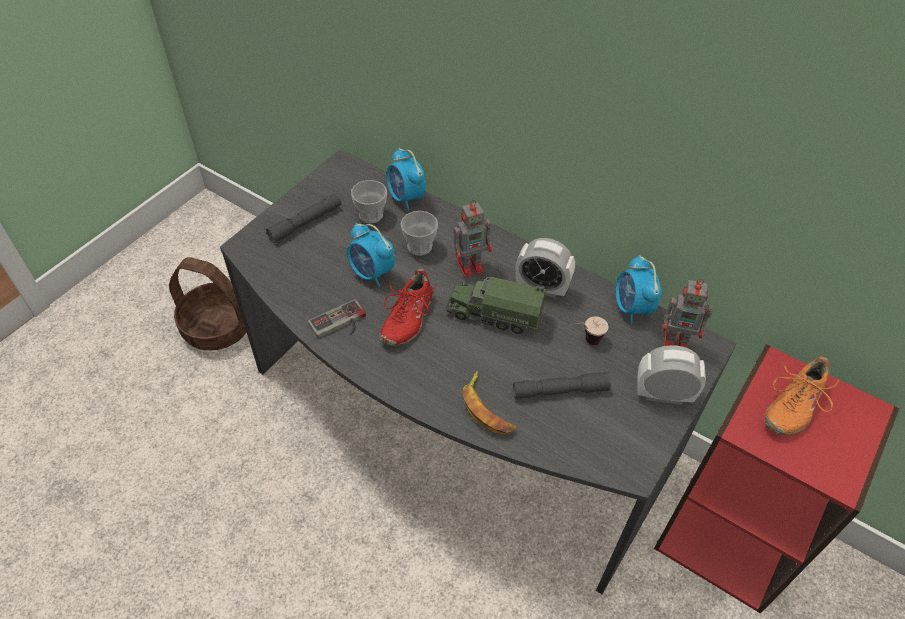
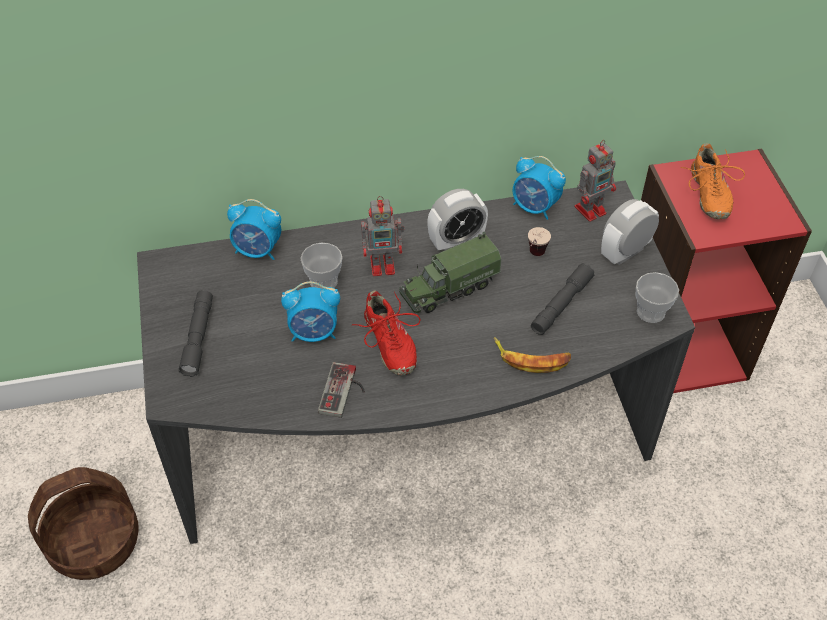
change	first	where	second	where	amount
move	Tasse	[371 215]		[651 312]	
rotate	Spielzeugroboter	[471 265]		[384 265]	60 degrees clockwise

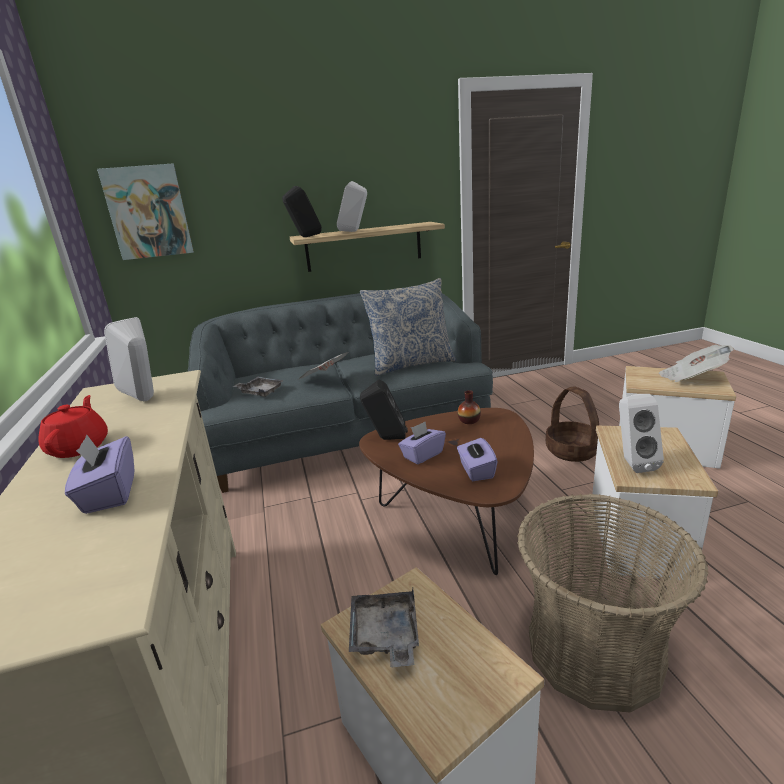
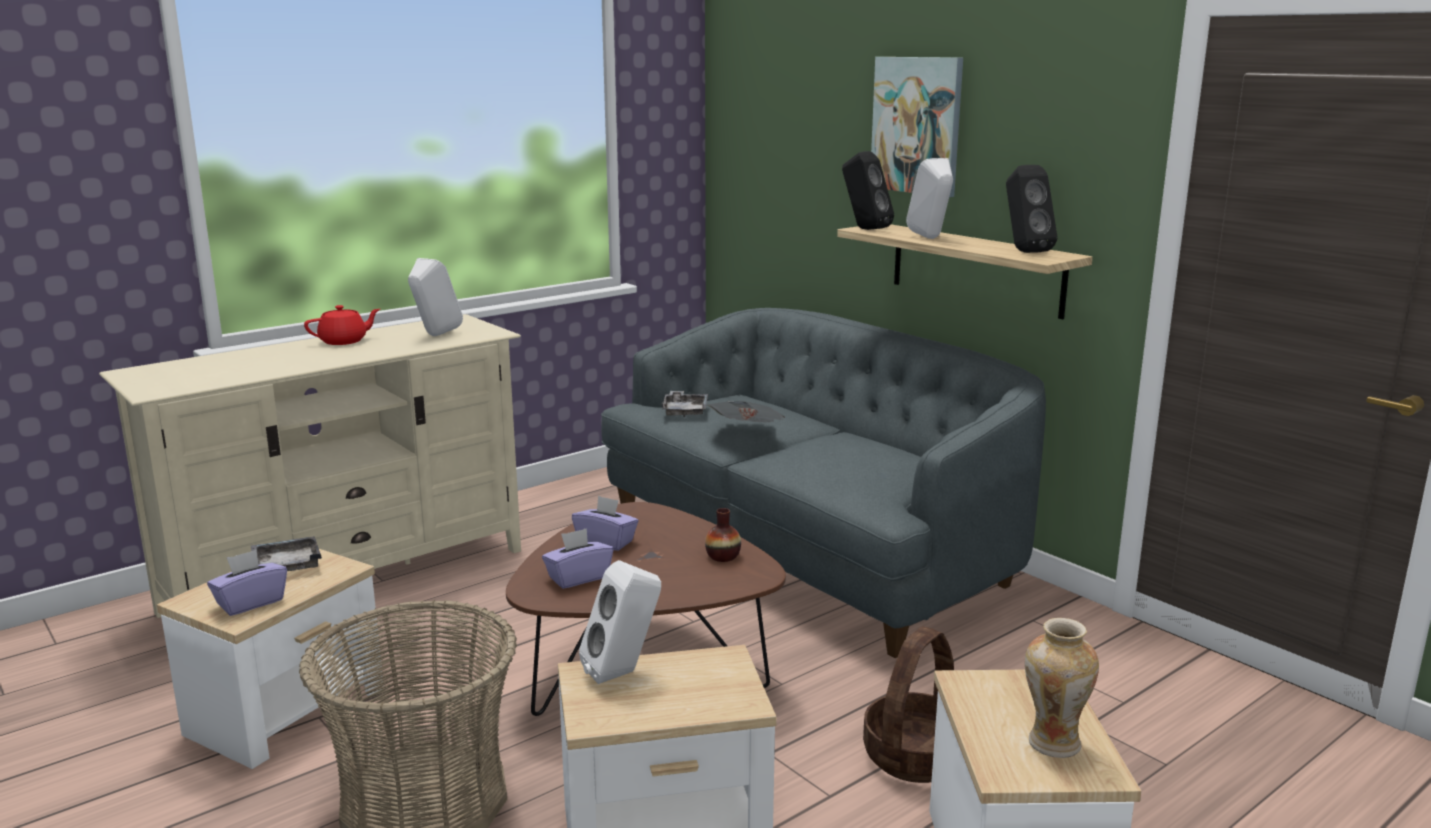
change	first	where	second	where	amount
move	Bild	[148 212]		[917 125]	
delete	Kissen	[411 364]			
replace	Zeitung	[691 378]	Vase	[1052 743]	
move	Lautsprecher/schwarz	[386 439]		[1023 251]	
move	Taschentuchbox/lila	[109 493]		[250 603]	

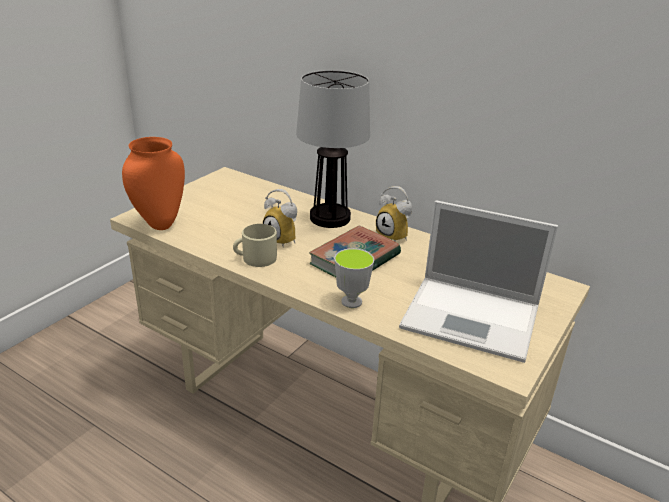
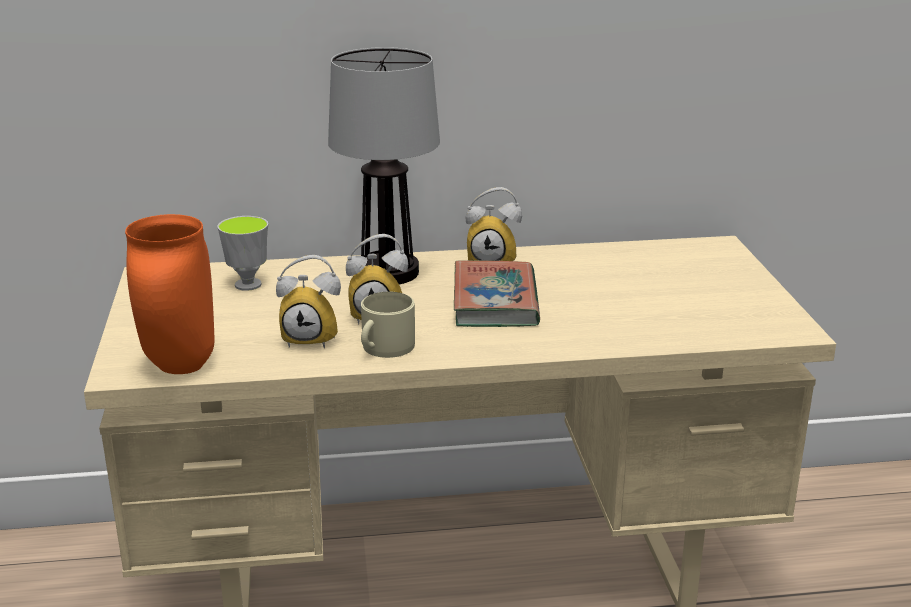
change	first	where	second	where	amount
delete	Laptop	[473 318]			
move	Tasse	[351 302]		[248 285]	
insert			Wecker	[313 338]	

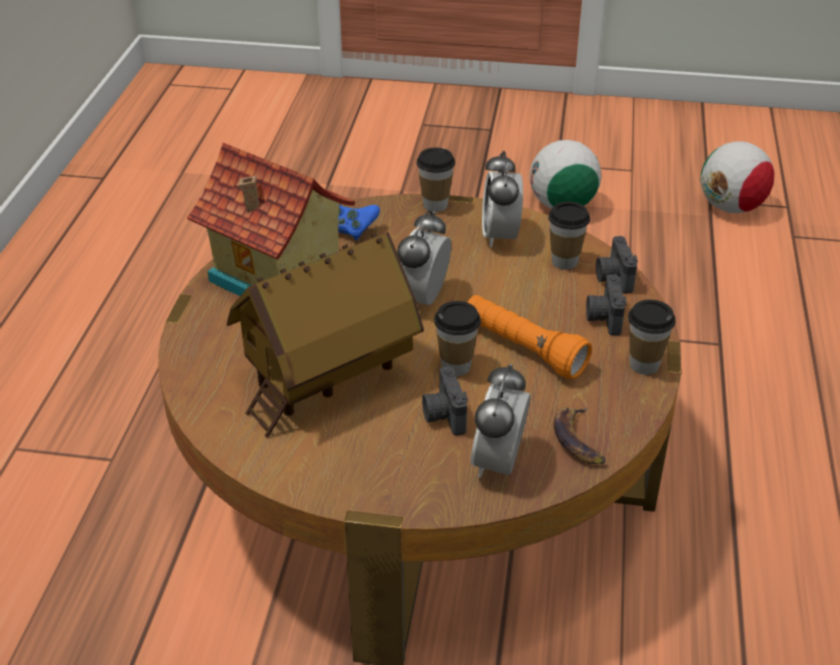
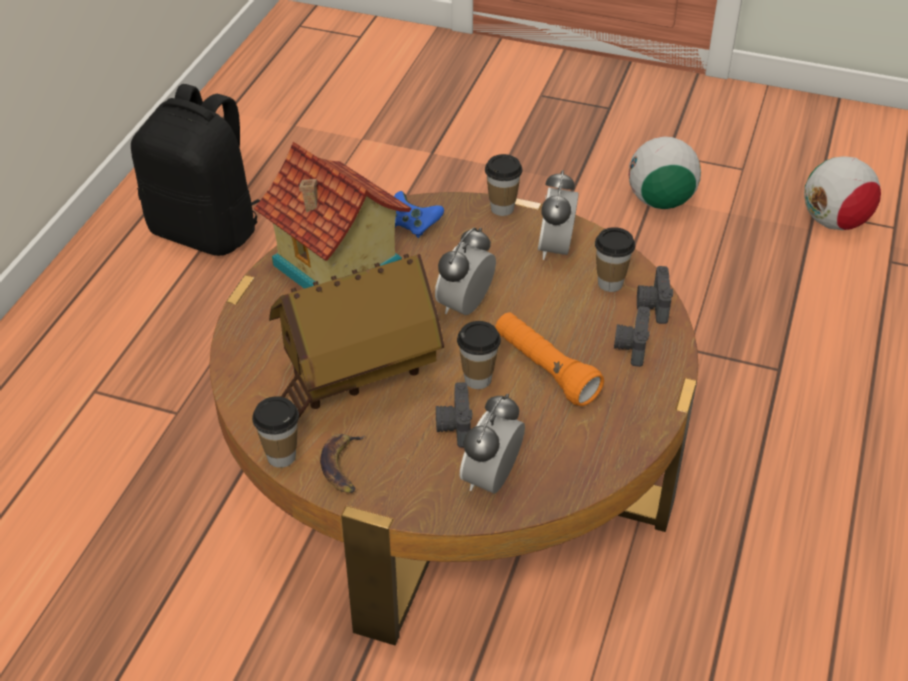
change	first	where	second	where	amount
move	Tasse	[644 365]		[281 456]	
move	Banane	[578 440]		[343 466]	
insert			Rucksack/schwarz	[207 230]	

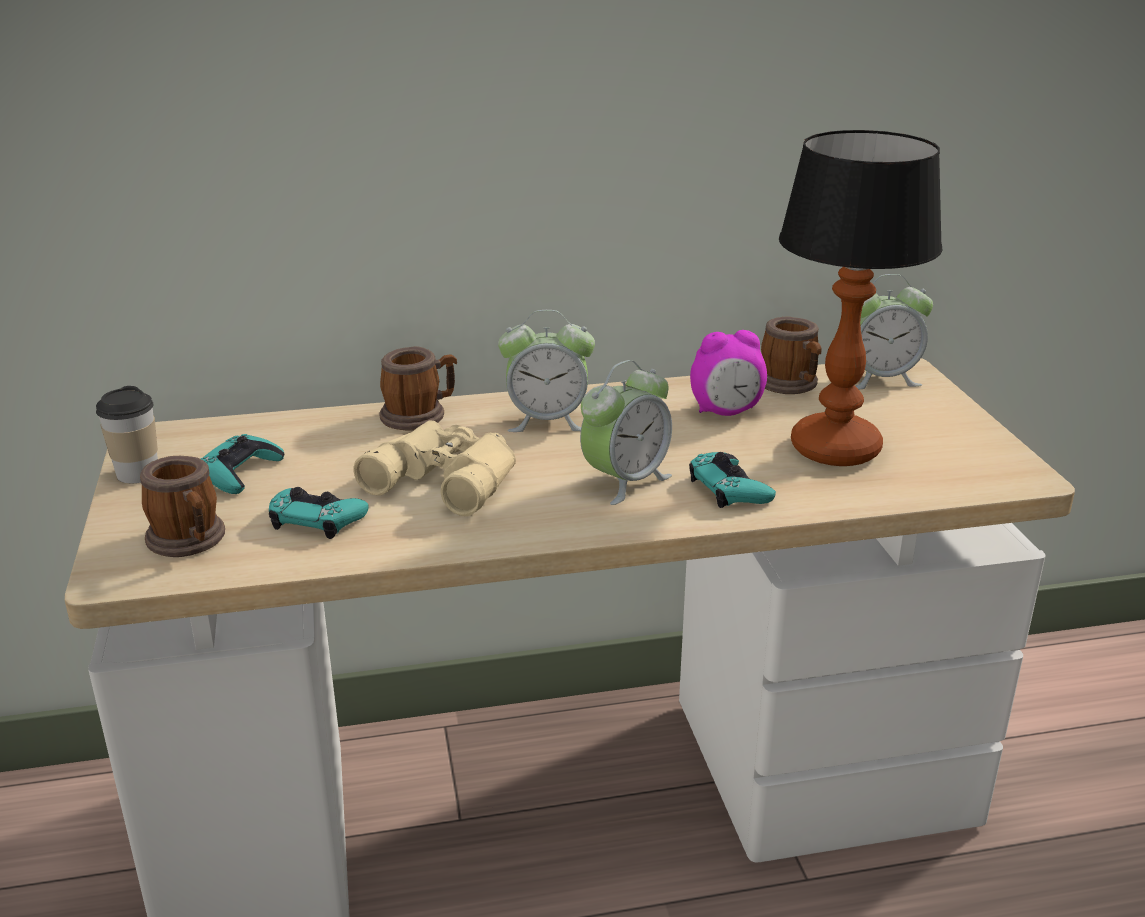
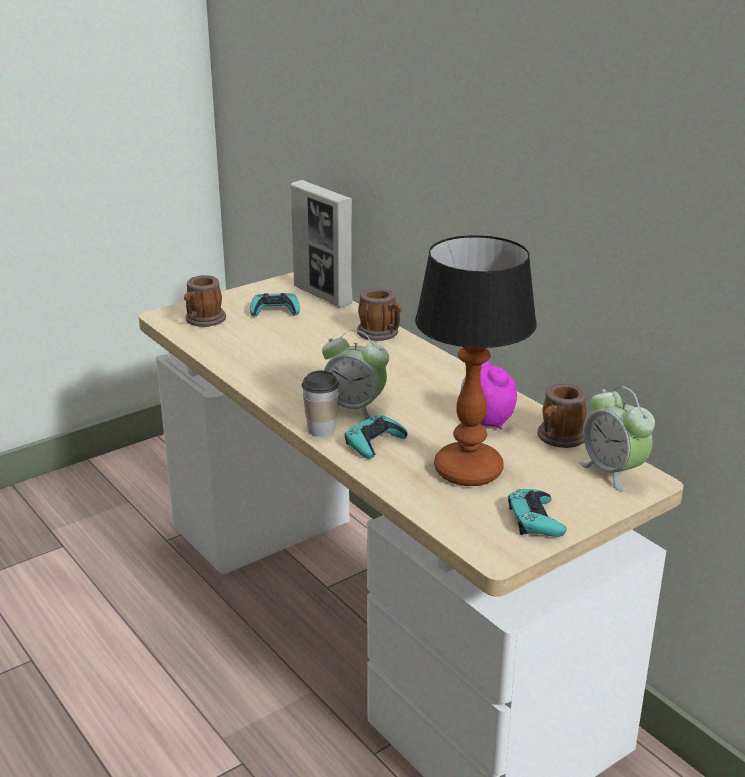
change	first	where	second	where	amount
delete	Wecker	[547 421]			
move	Tasse	[137 473]		[321 429]	
delete	Fernglas/beige	[448 477]			
move	Gamepad/türkis	[316 519]		[535 520]	
insert			Bilderrahmen	[322 295]	

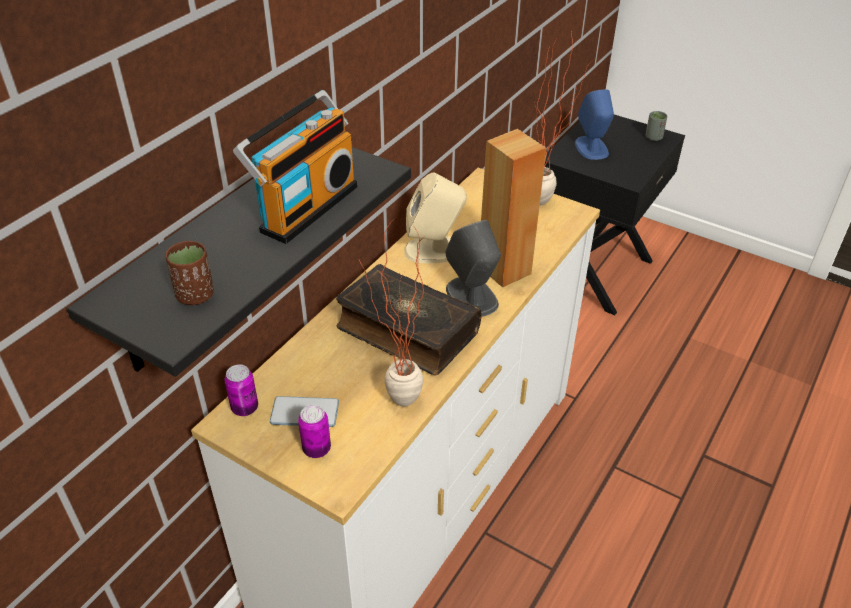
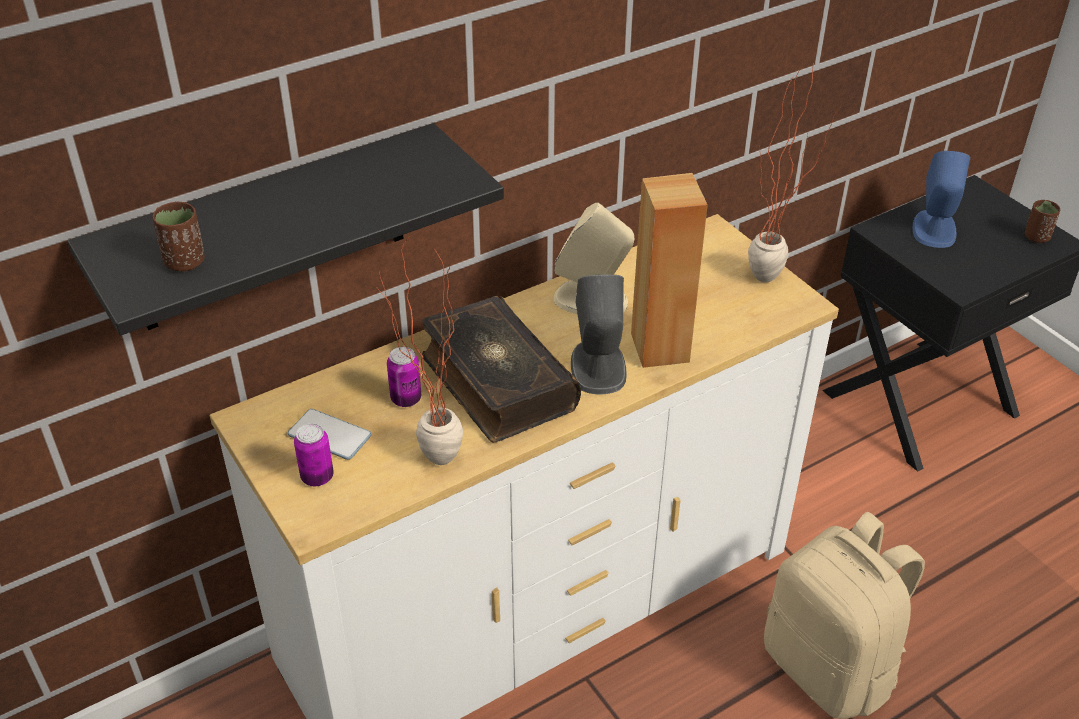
change	first	where	second	where	amount
delete	Radio	[305 207]			
recolor	Tasse/grau	[653 137]	Tasse/braun	[1036 237]	
move	Dose	[245 408]		[406 399]	
insert			Rucksack/beige	[830 668]	

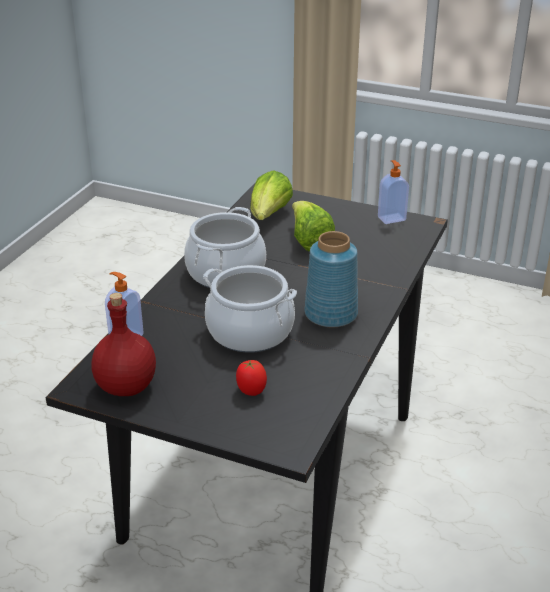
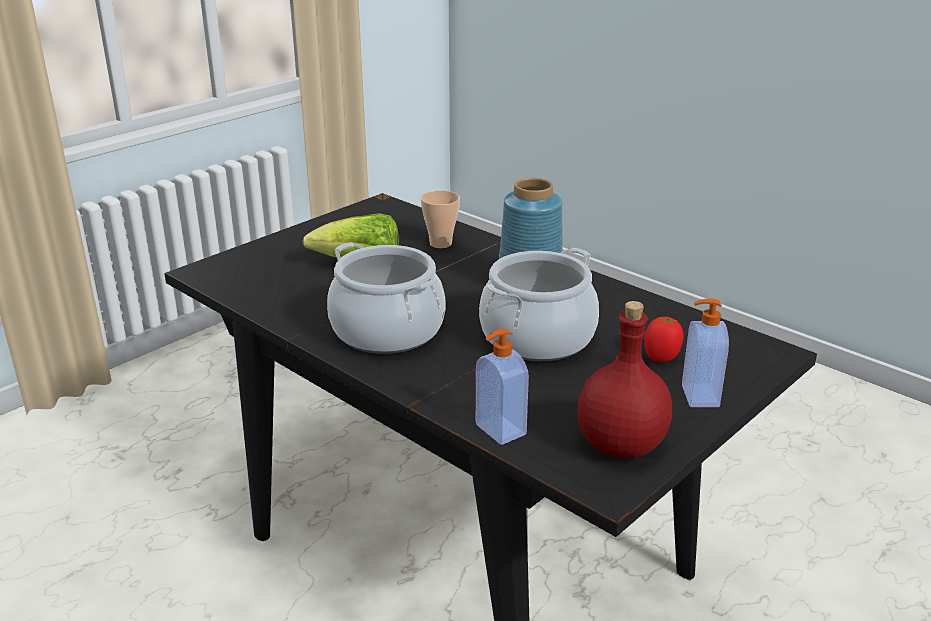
change	first	where	second	where	amount
move	Seifenspender	[391 218]		[698 396]	
delete	Salatkopf	[269 216]			
insert			Tasse	[440 243]	

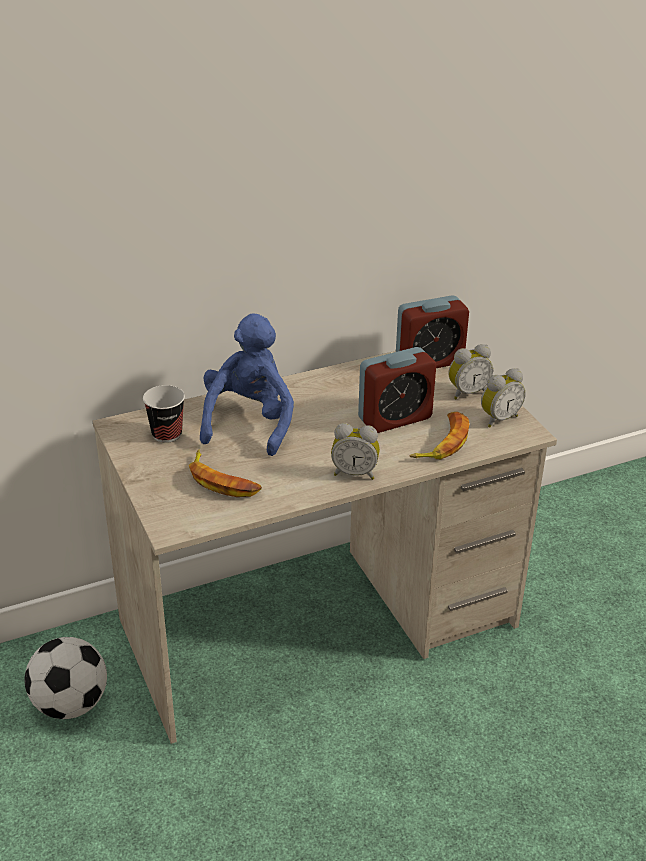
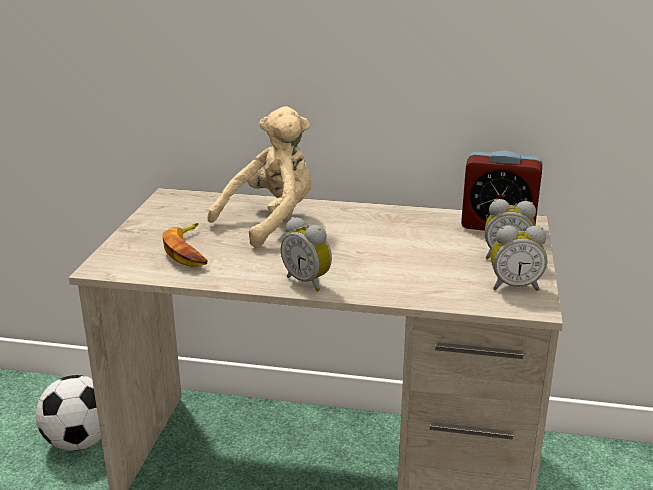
change	first	where	second	where	amount
recolor	Plüschtier/blau	[249 422]	Plüschtier/beige	[271 221]	
delete	Wecker	[395 418]			
delete	Tasse	[167 434]			
delete	Banane	[442 442]			

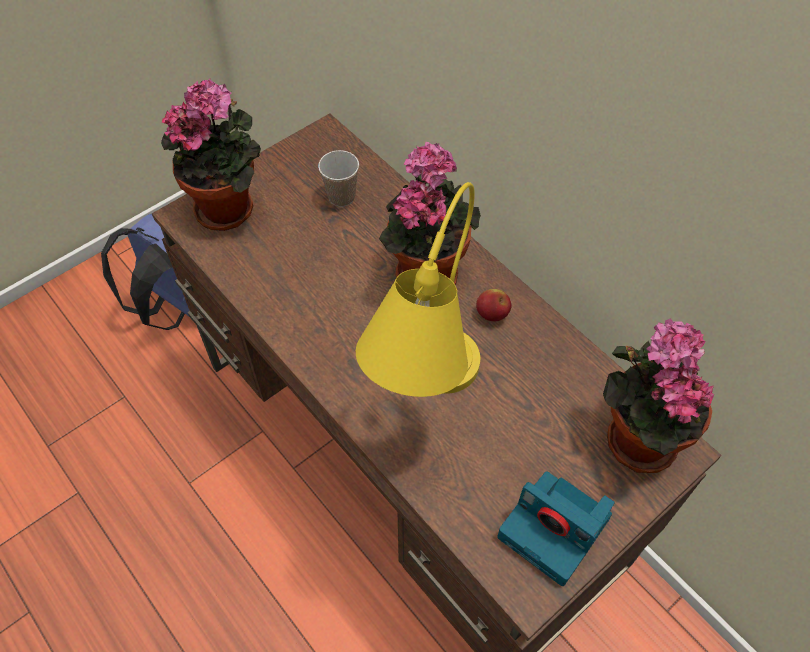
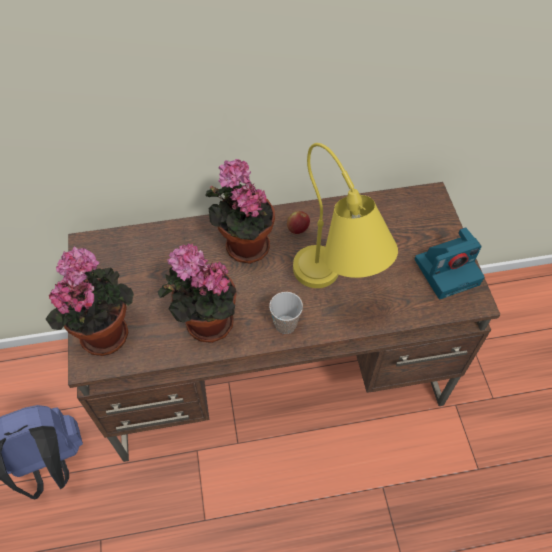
change	first	where	second	where	amount
move	Tasse	[341 197]		[285 324]	
move	Topfpflanze	[635 437]		[205 323]	

